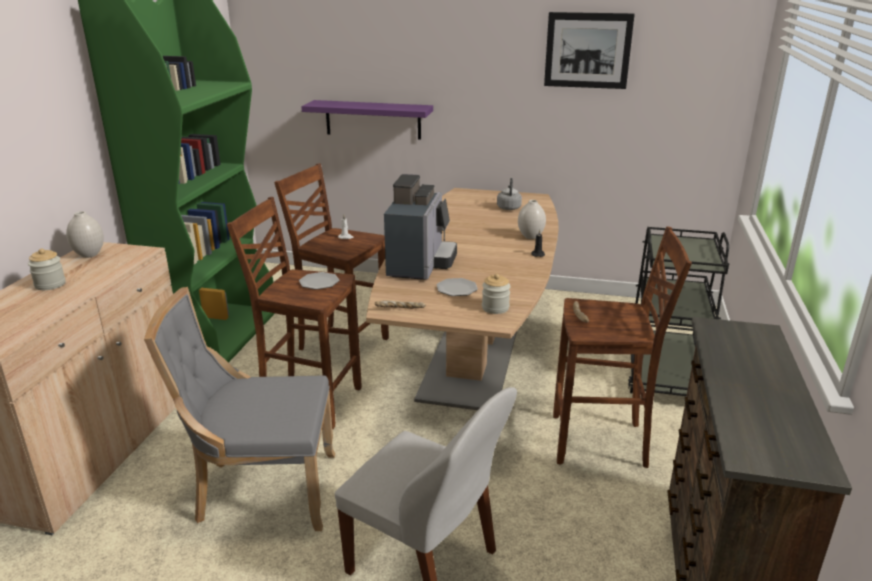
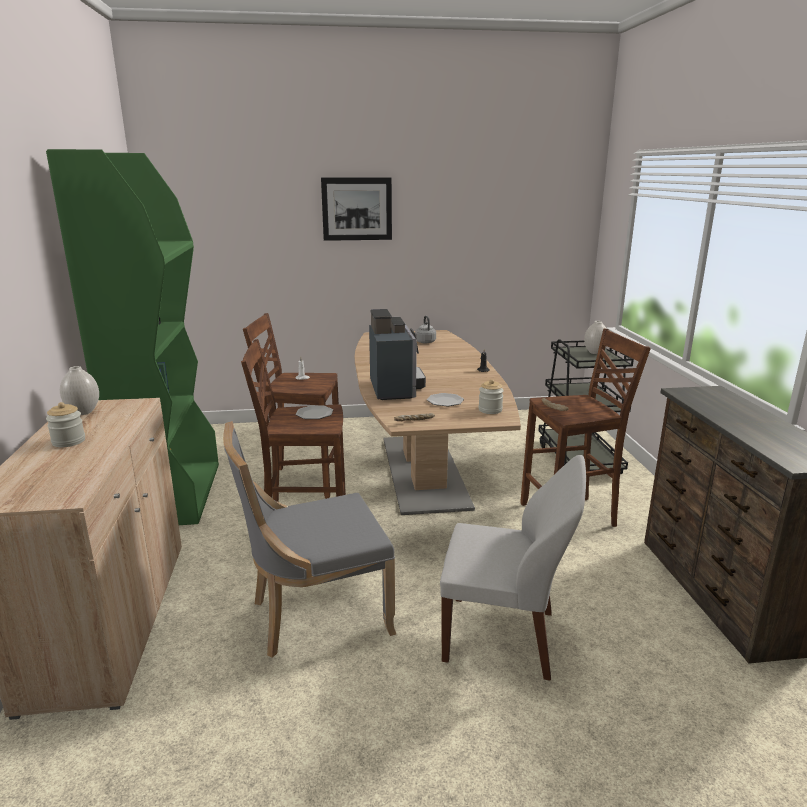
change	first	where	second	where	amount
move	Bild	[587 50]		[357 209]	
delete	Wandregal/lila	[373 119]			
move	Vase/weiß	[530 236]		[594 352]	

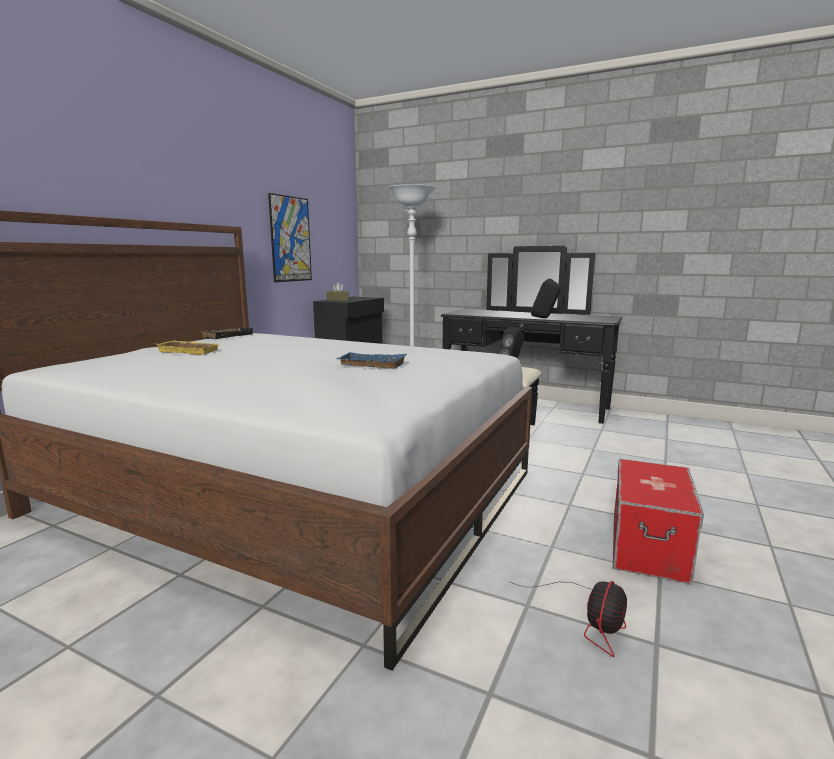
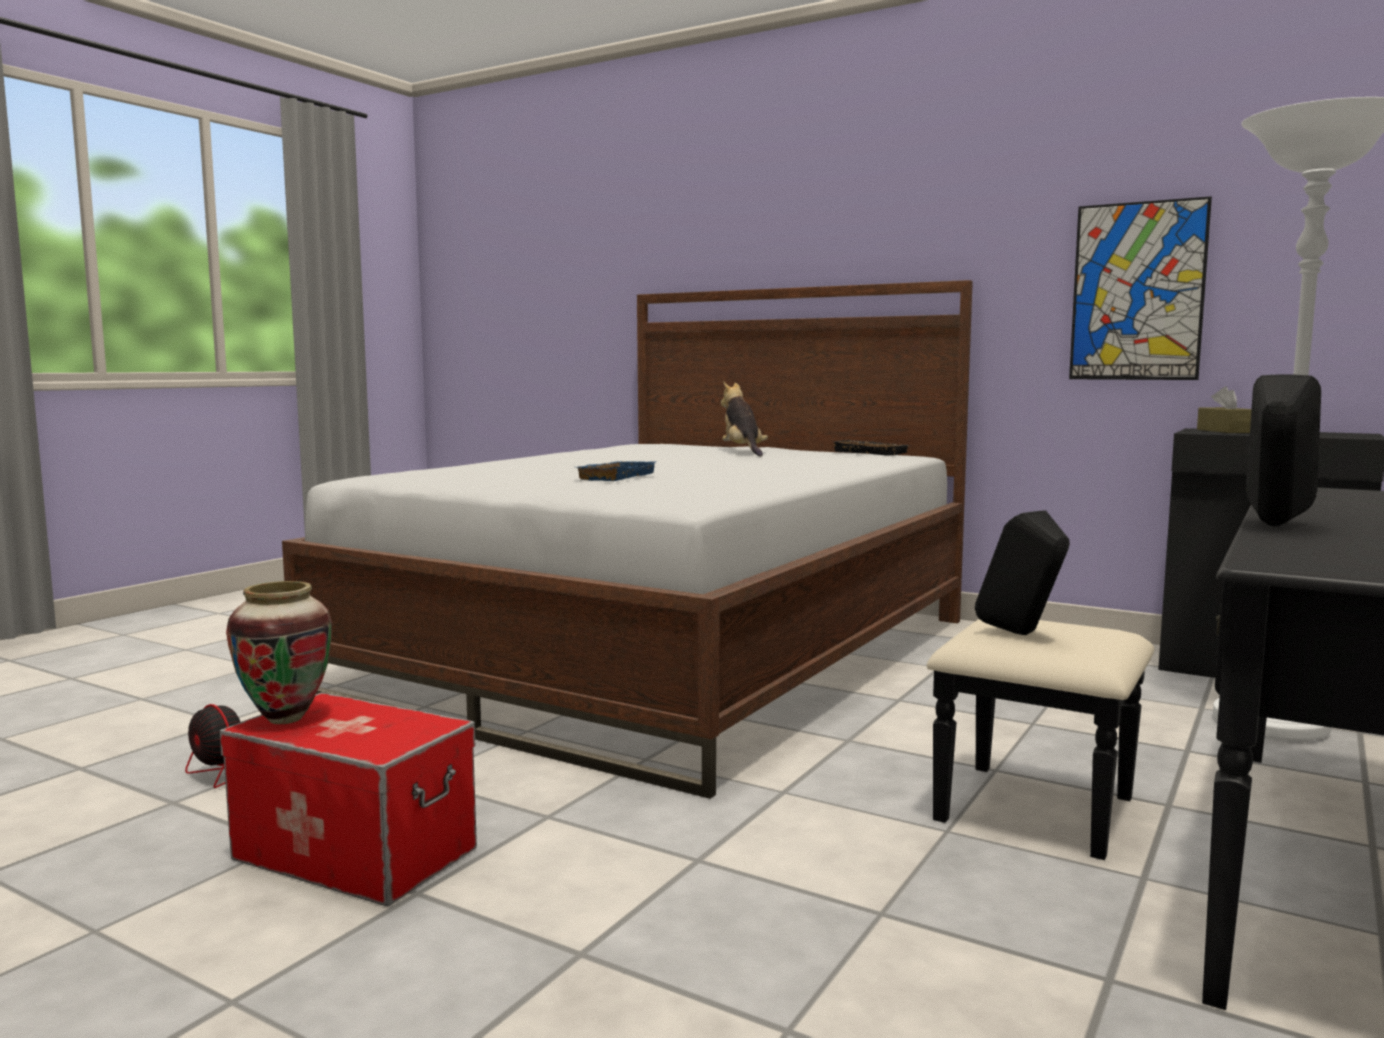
change	first	where	second	where	amount
replace	Tablett/gelb	[191 351]	Plüschtier	[743 452]	
insert			Vase	[285 719]	

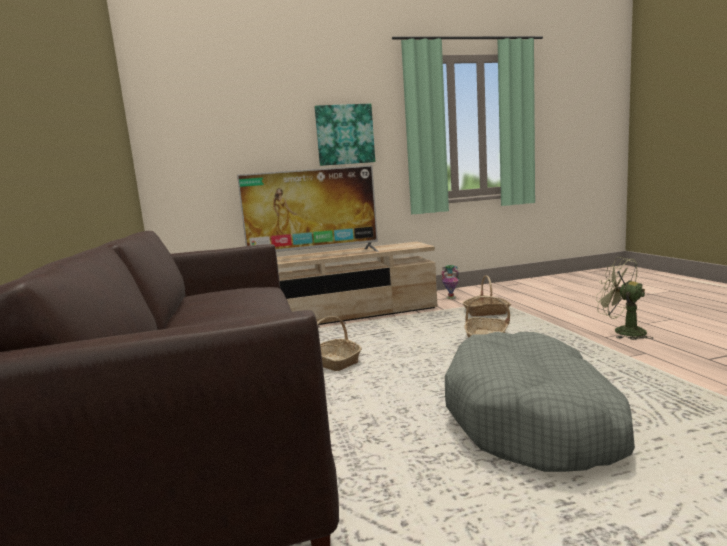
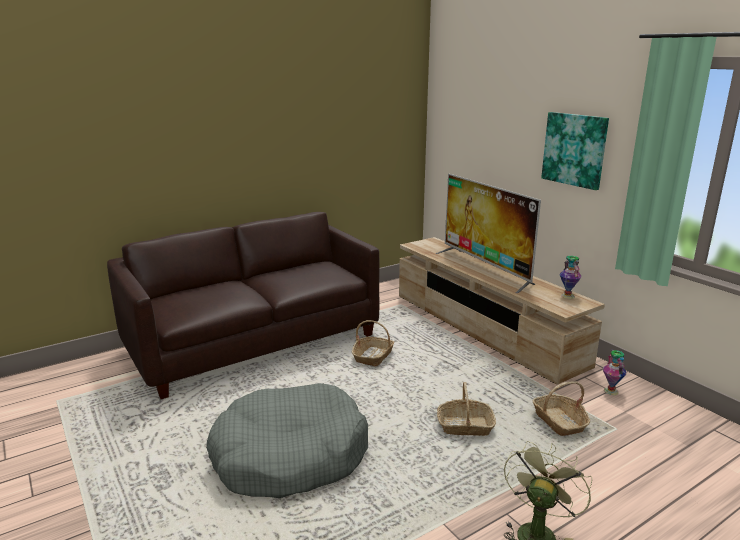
change	first	where	second	where	amount
insert			Vase	[567 296]	

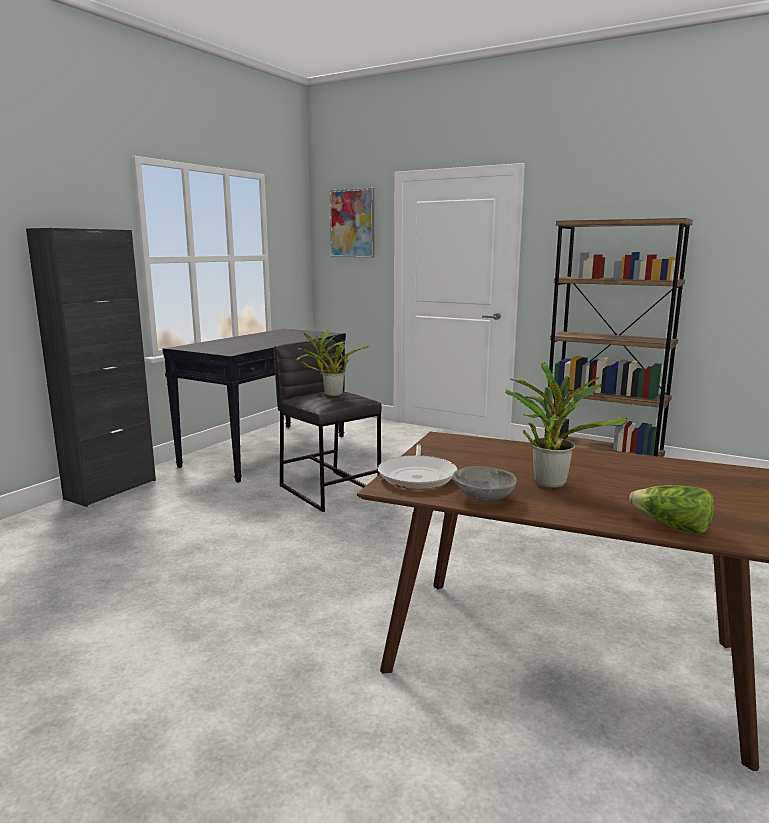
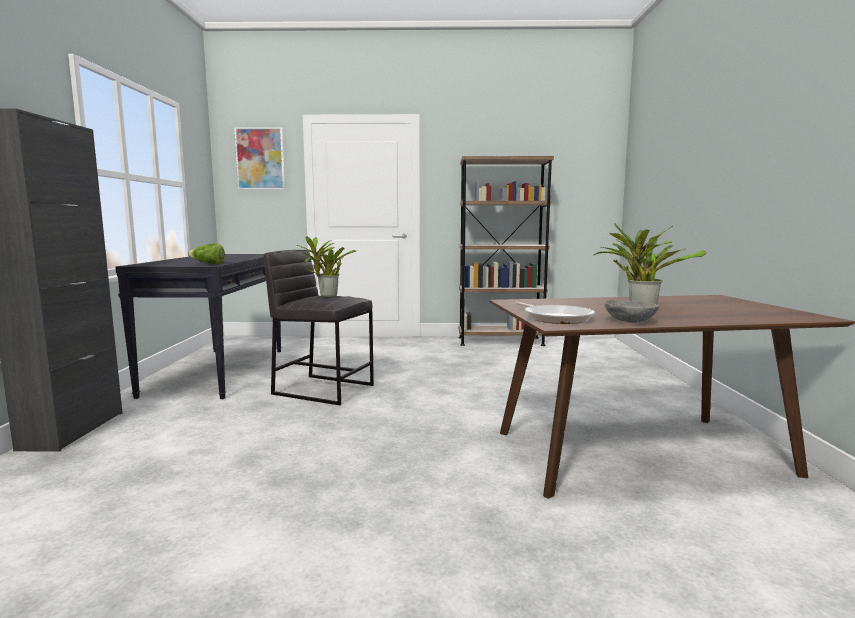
change	first	where	second	where	amount
move	Salatkopf	[672 526]		[208 264]	

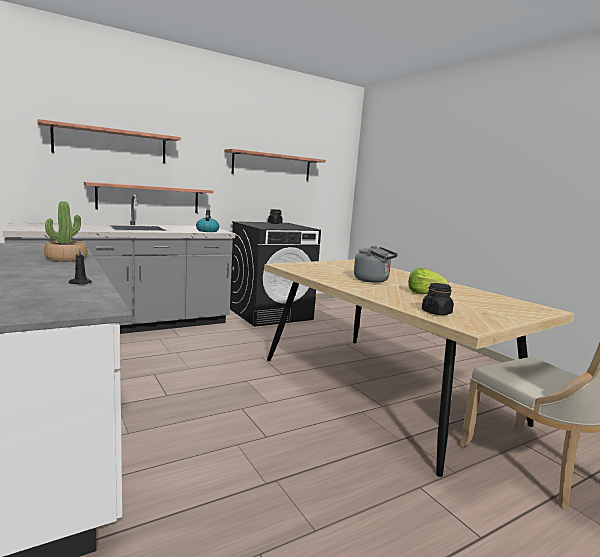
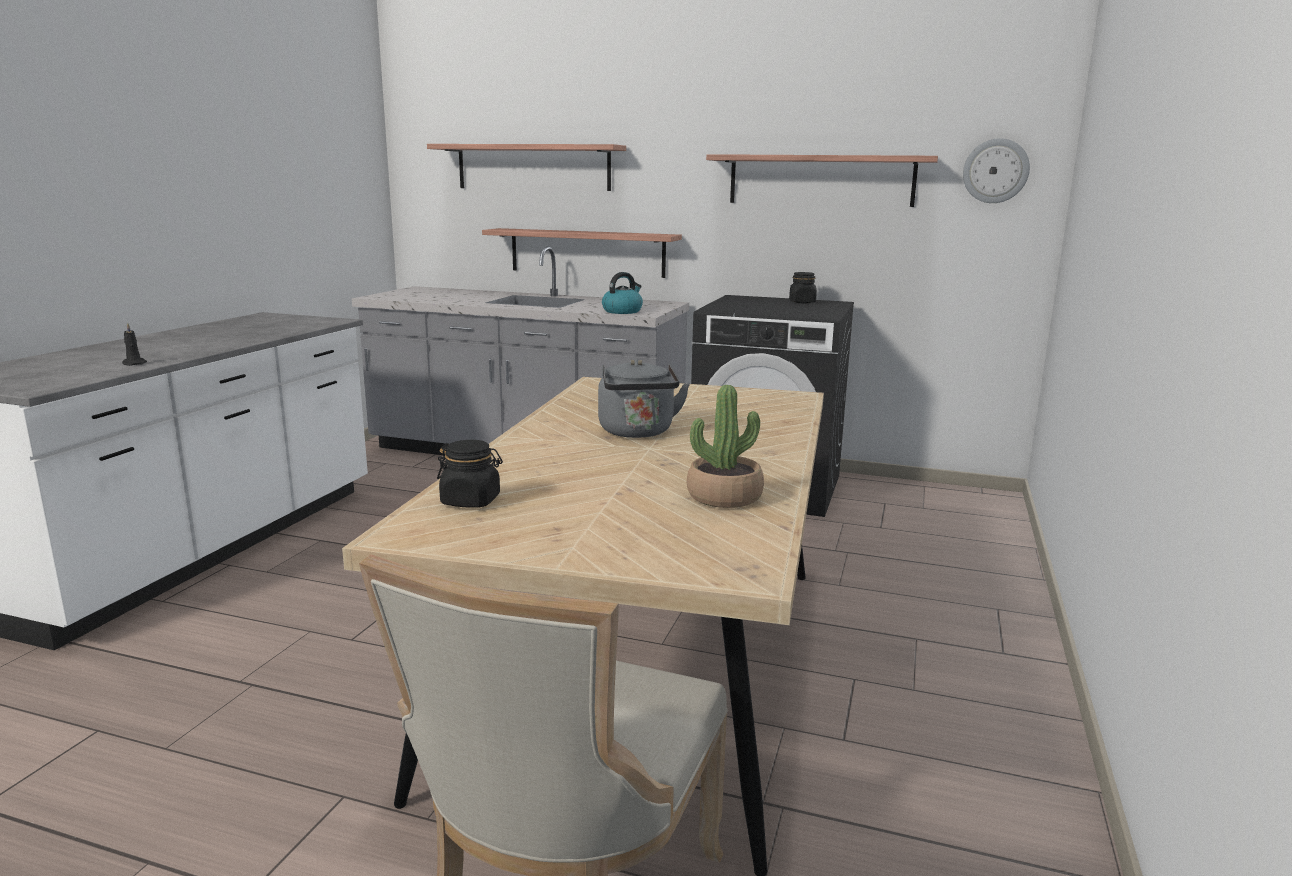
change	first	where	second	where	amount
move	Topfpflanze	[66 259]		[724 496]	
delete	Salatkopf	[424 293]			
insert			Wanduhr	[995 171]	

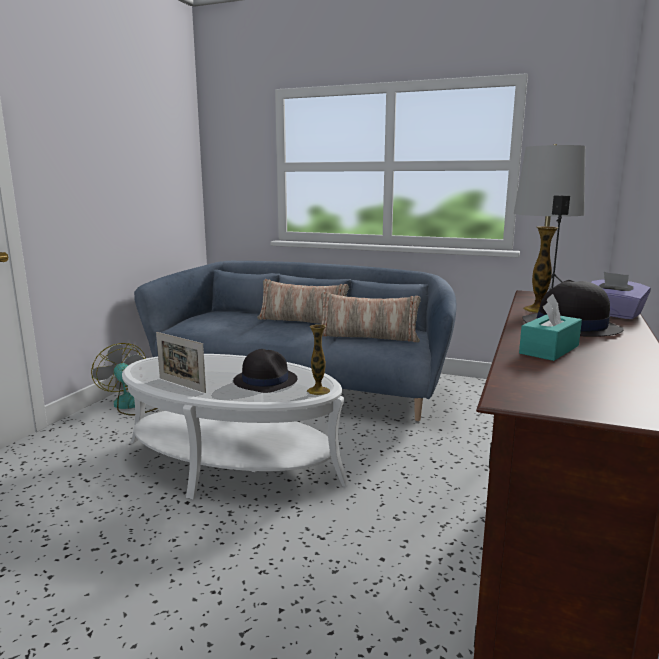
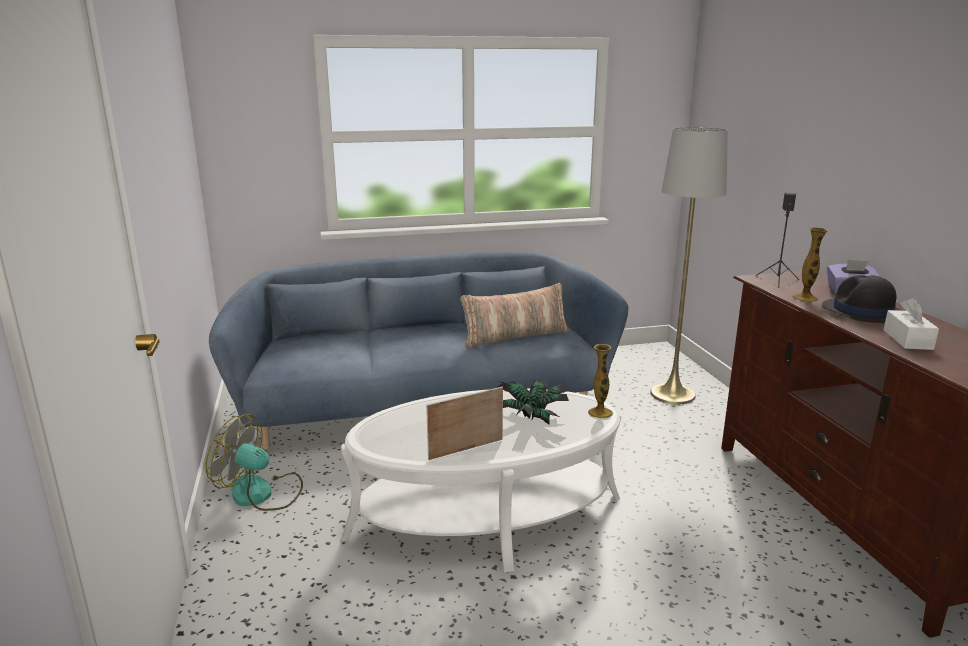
change	first	where	second	where	amount
delete	Kissen	[302 321]			
recolor	Taschentuchbox/türkis	[549 349]	Taschentuchbox/weiß	[907 339]	
rotate	Bilderrahmen	[182 385]		[466 449]	150 degrees clockwise
replace	Hut/schwarz	[265 380]	Topfpflanze	[533 417]	

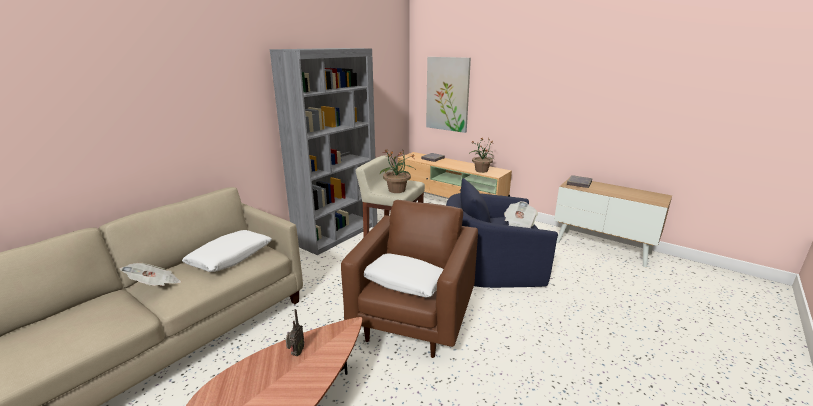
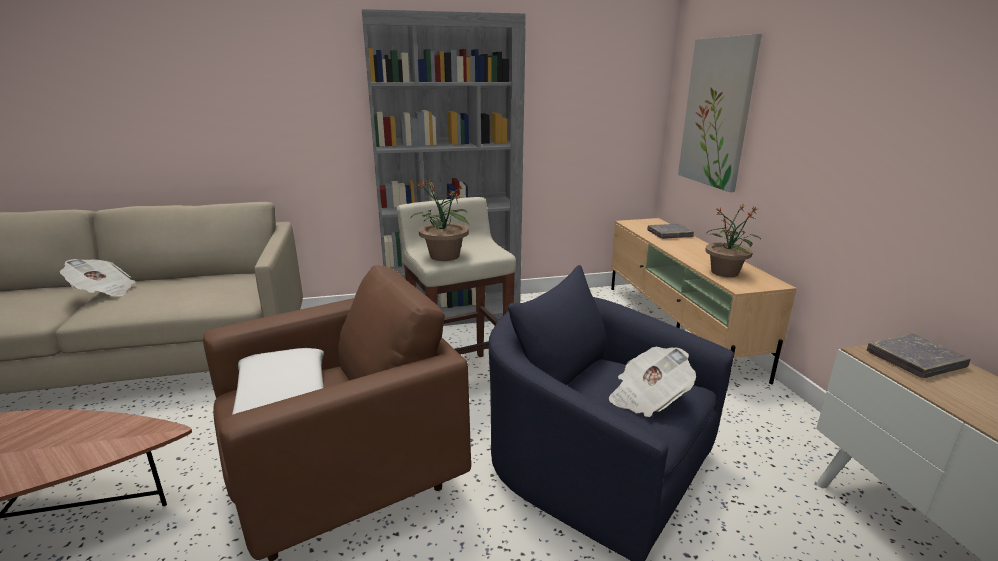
change	first	where	second	where	amount
delete	Kissen/weiß	[230 257]			
delete	Radio	[296 353]			

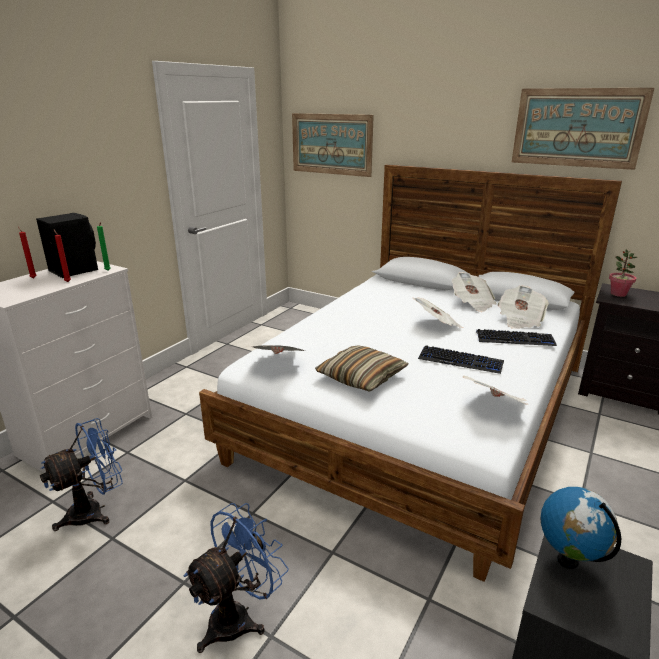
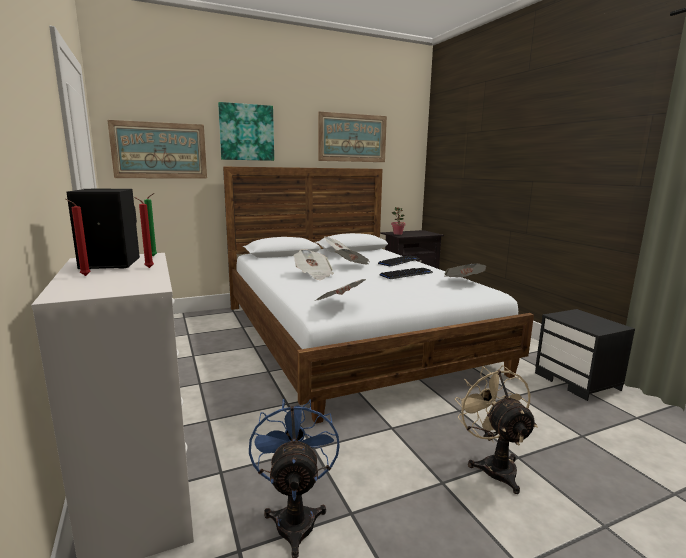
change	first	where	second	where	amount
move	Zeitung	[520 320]		[313 275]	
delete	Kissen	[361 377]			
delete	Globus	[568 560]			
recolor	Ventilator/blau	[238 616]	Ventilator/beige	[493 465]	
insert			Bild	[246 132]	

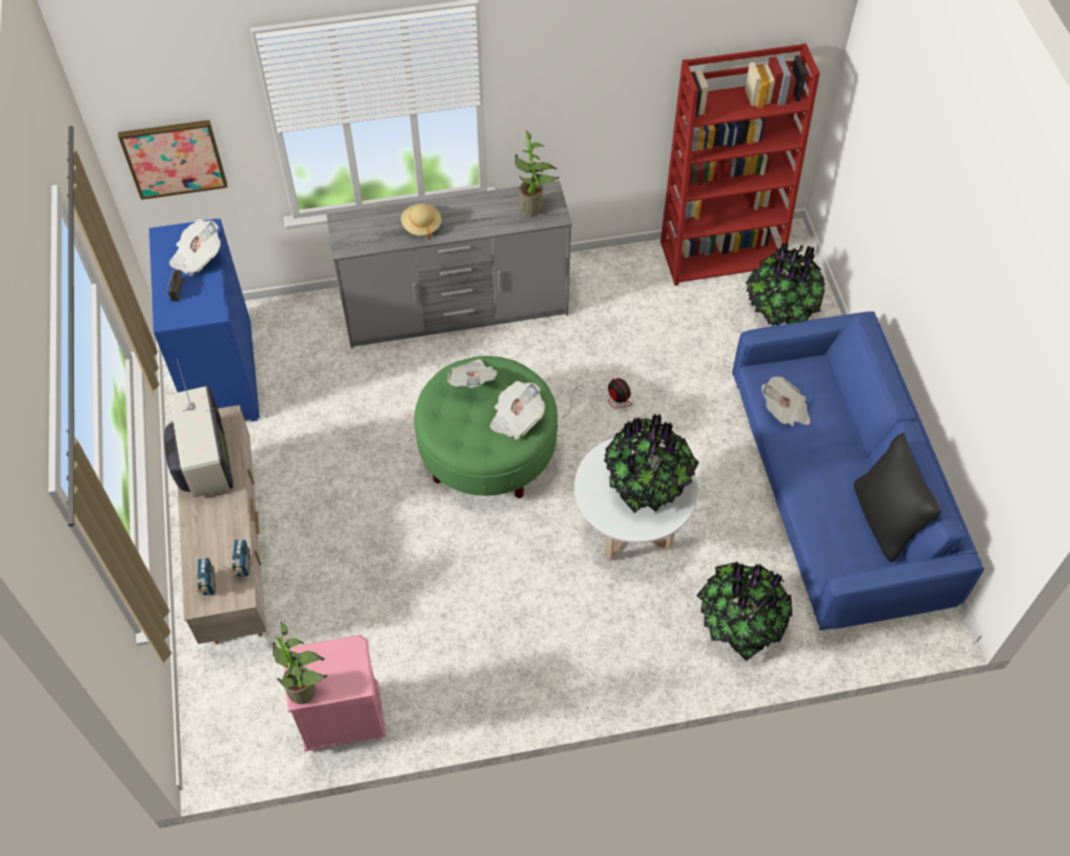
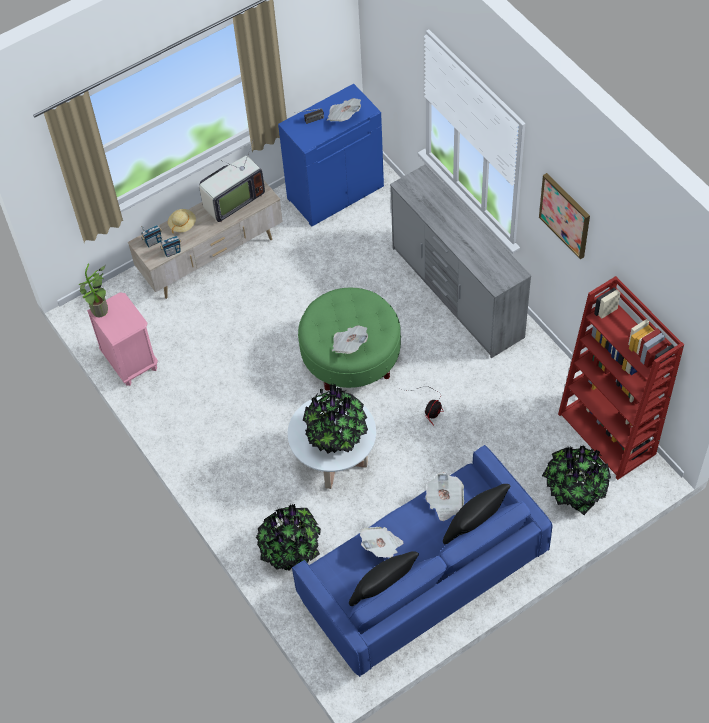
change	first	where	second	where	amount
move	Bild	[174 158]		[565 215]	
delete	Topfpflanze	[534 208]			
move	Hut/beige	[421 226]		[182 225]	
move	Zeitung	[472 381]		[382 546]	
insert			Kissen/schwarz	[474 528]	

